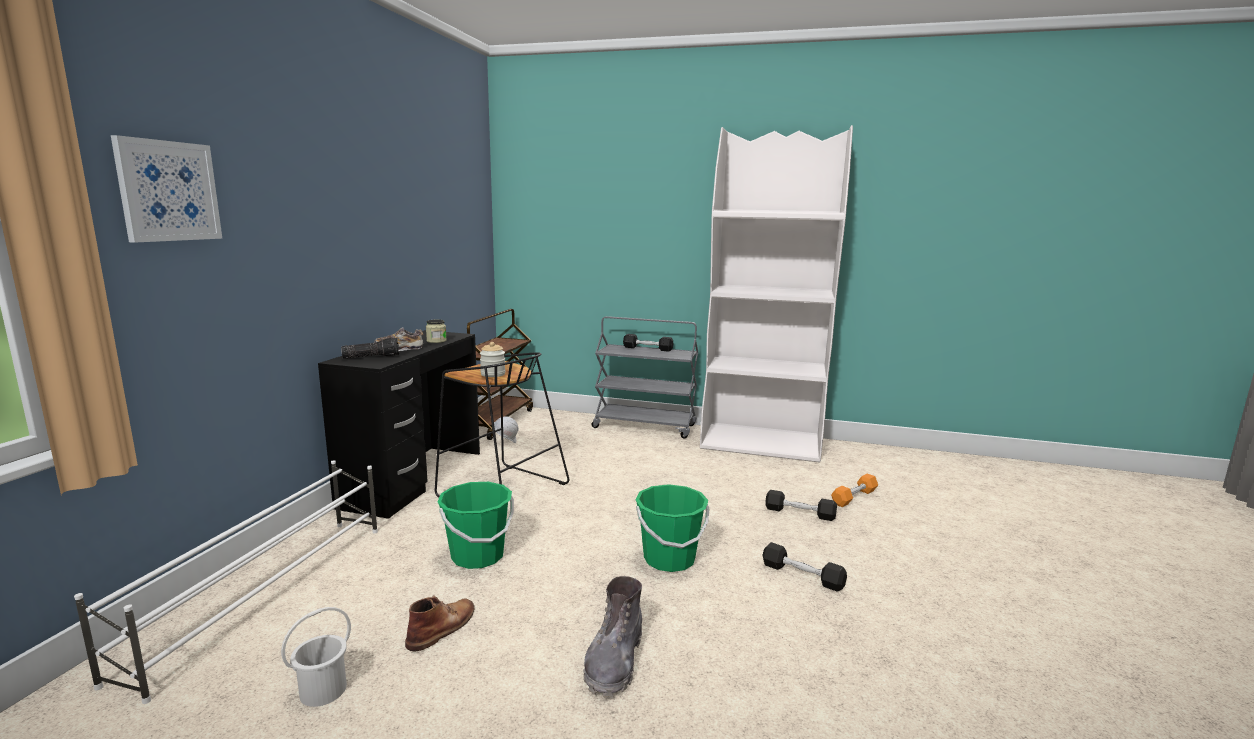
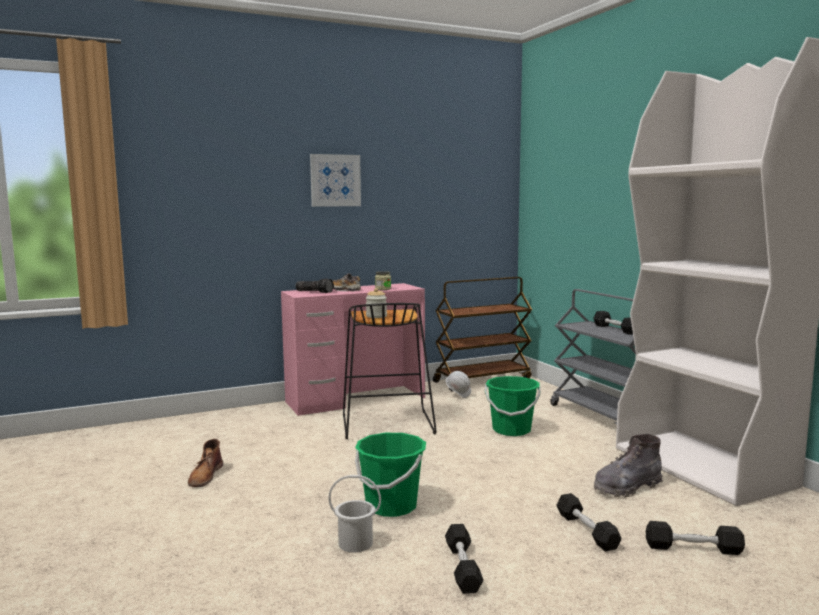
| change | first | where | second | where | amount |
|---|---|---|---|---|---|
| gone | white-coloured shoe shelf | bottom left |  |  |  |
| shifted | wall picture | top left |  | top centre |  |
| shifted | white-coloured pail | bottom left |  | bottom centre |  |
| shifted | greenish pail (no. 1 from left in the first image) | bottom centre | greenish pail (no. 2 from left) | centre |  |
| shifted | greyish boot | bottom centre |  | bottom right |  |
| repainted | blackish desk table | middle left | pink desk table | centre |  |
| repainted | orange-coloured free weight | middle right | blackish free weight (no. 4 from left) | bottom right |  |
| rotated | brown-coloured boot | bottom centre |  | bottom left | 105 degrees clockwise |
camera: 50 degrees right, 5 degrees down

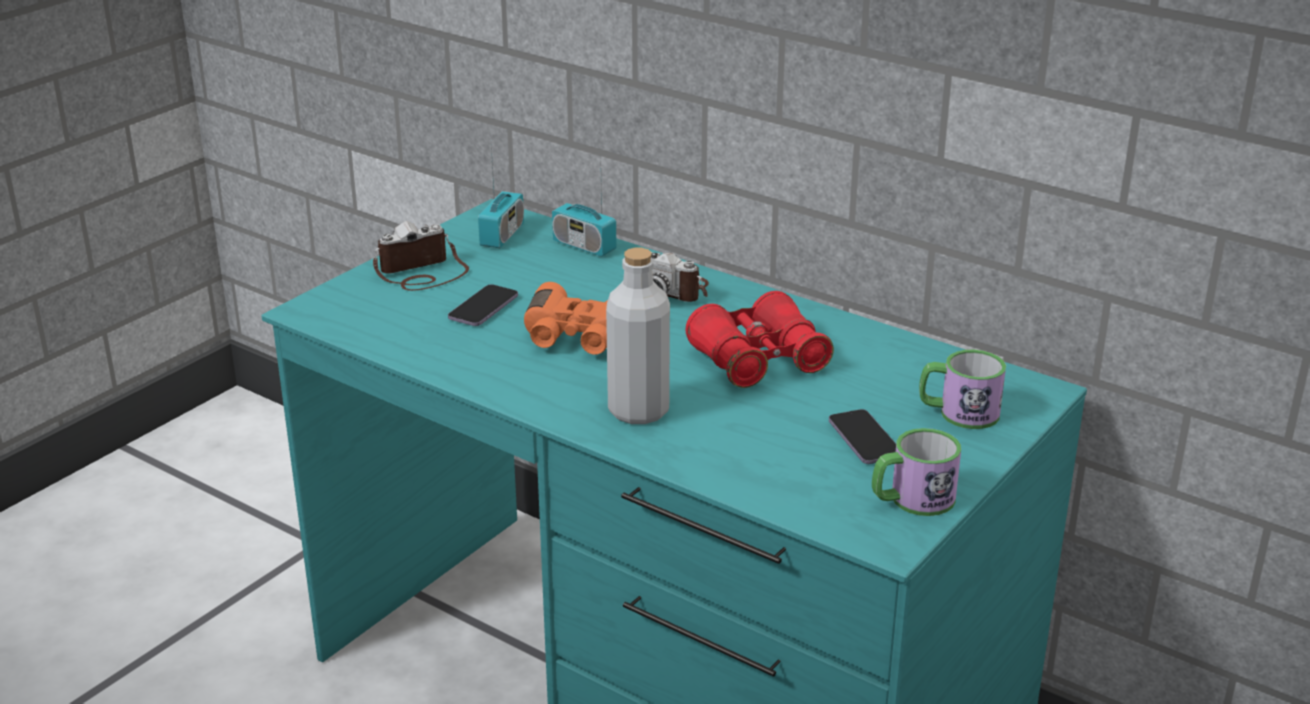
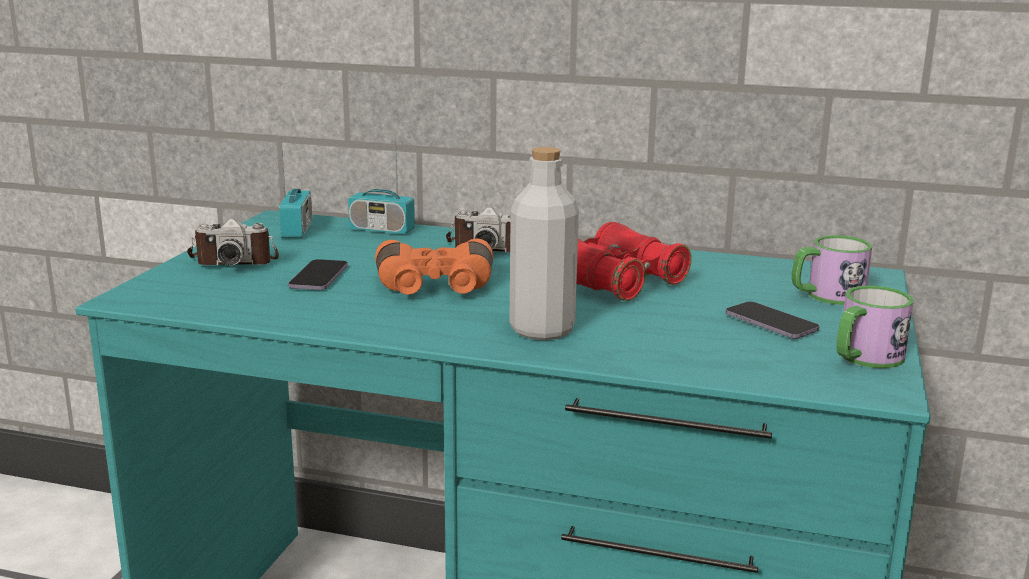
| change | first | where | second | where | amount |
|---|---|---|---|---|---|
| rotated | photo camera (no. 1 from left) | middle left |  | middle left | 135 degrees counterclockwise |
camera: 20 degrees left, 10 degrees down

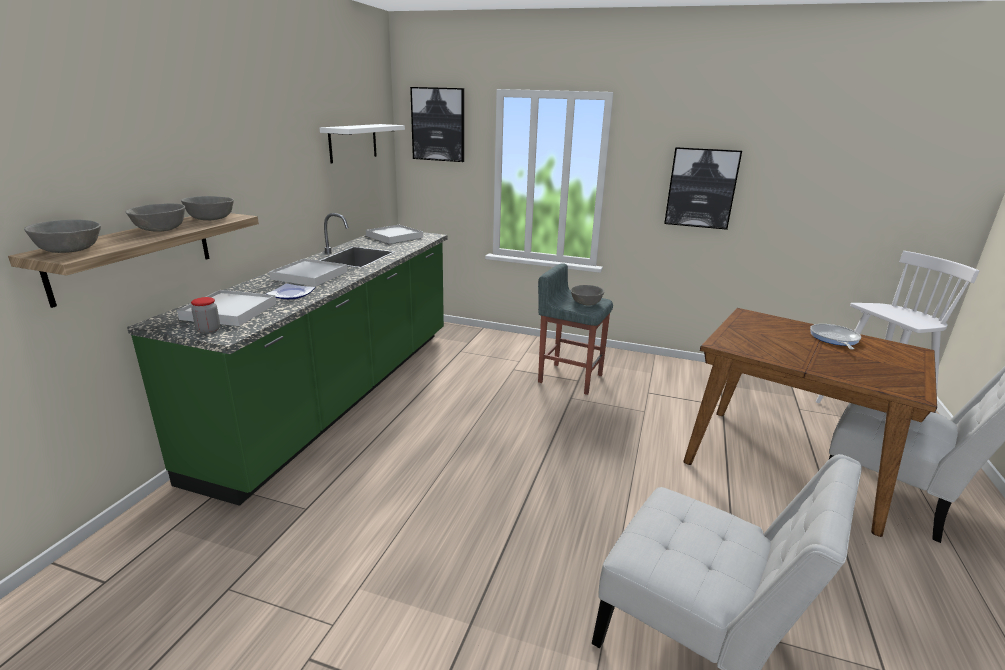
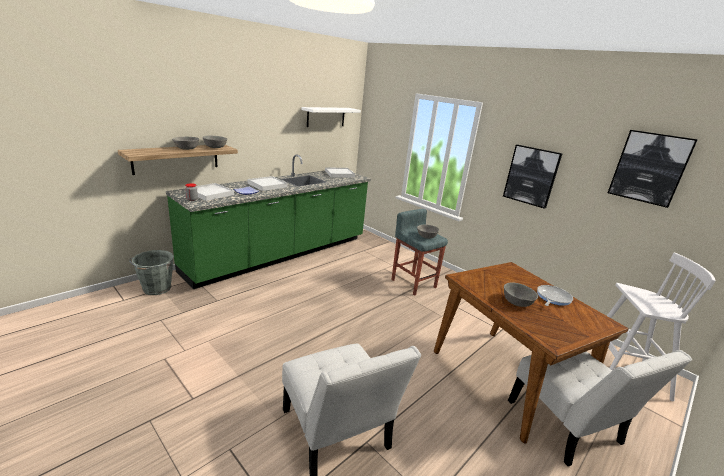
| change | first | where | second | where | amount |
|---|---|---|---|---|---|
| new |  |  | greyish pail | middle left |  |
| shifted | greyish bowl (no. 1 from left in the first image) | middle left | greyish bowl (no. 4 from left) | middle right |  |
| shifted | wall picture (no. 1 from left in the first image) | top centre | wall picture (no. 2 from left) | middle right |  |
camera: 25 degrees right, 0 degrees up

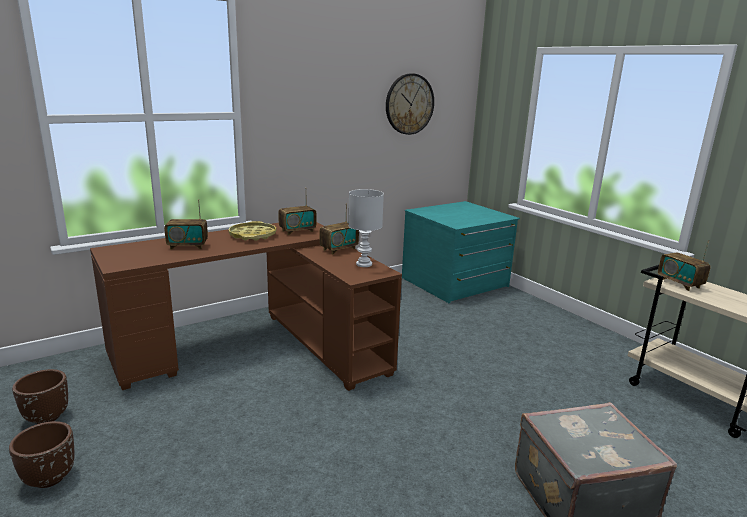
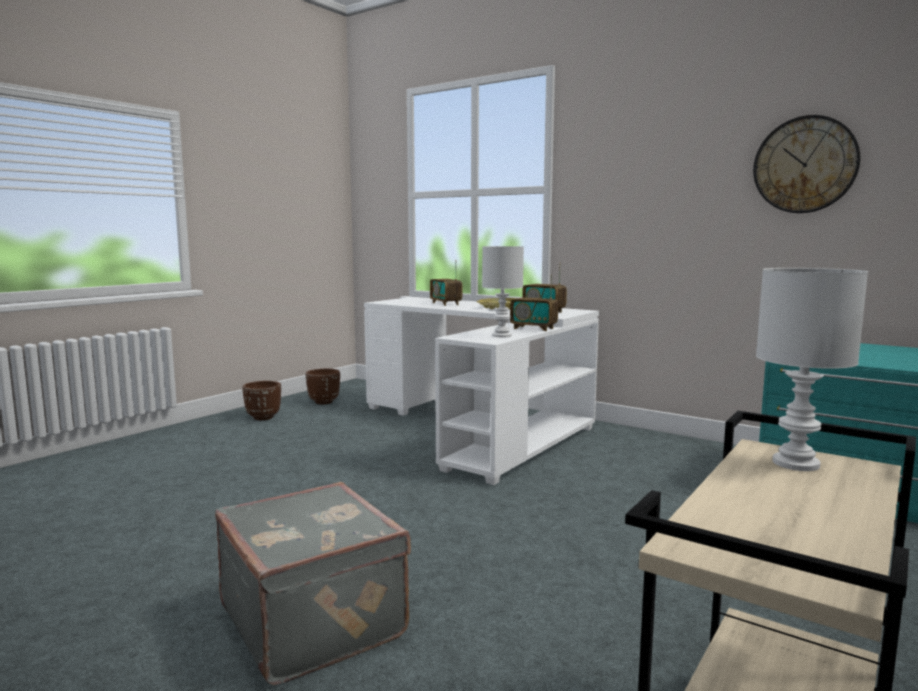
| change | first | where | second | where | amount |
|---|---|---|---|---|---|
| swapped | radio receiver (no. 4 from left) | middle right | white-coloured table lamp (no. 2 from left) | middle right |  |
| repainted | brown-coloured desk table | middle left | white-coloured desk table | centre |  |
camera: 70 degrees right, 10 degrees down

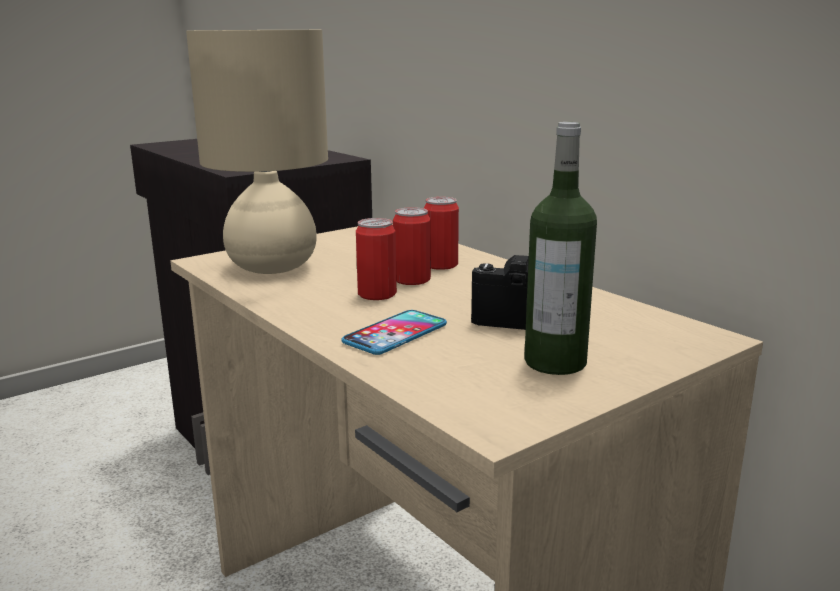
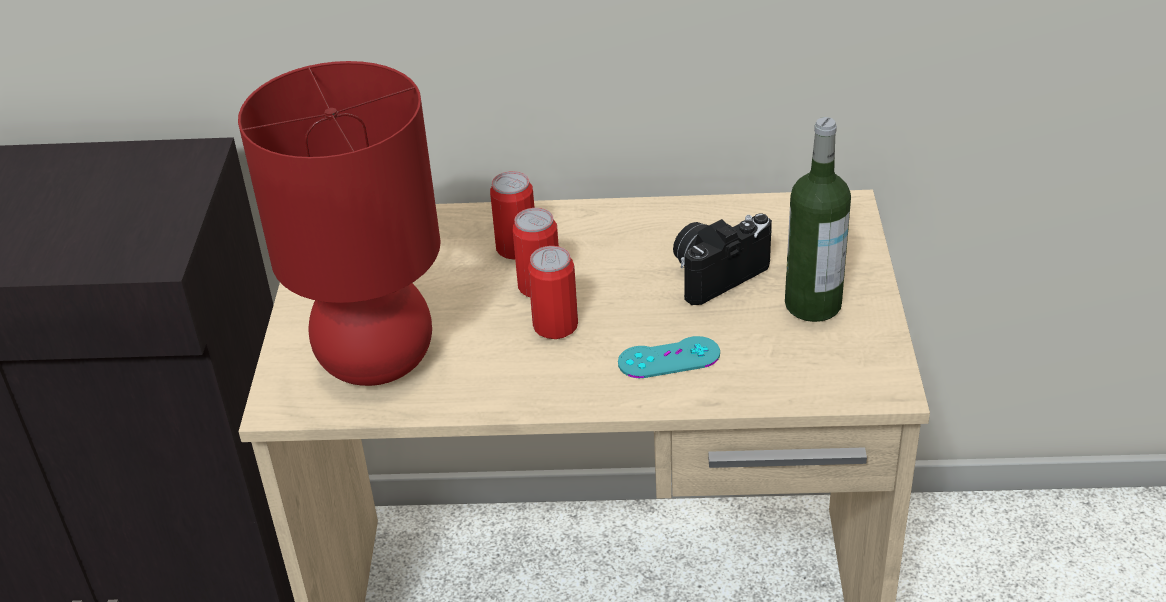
| change | first | where | second | where | amount |
|---|---|---|---|---|---|
| swapped | phone | centre | turquoise-coloured gamepad | centre |  |
| repainted | beige table lamp | top left | red-coloured table lamp | middle left |  |
camera: 50 degrees left, 20 degrees up

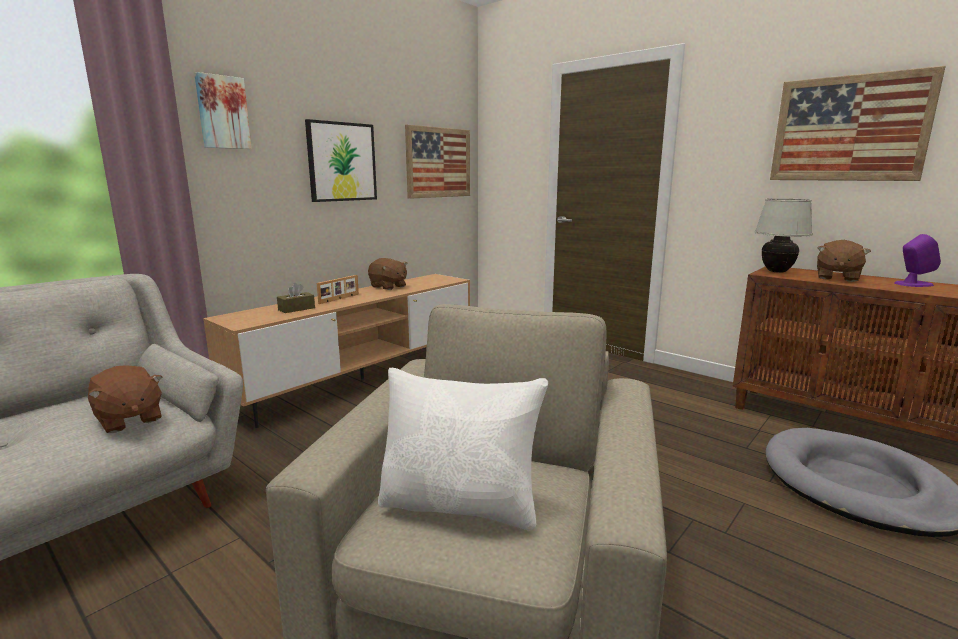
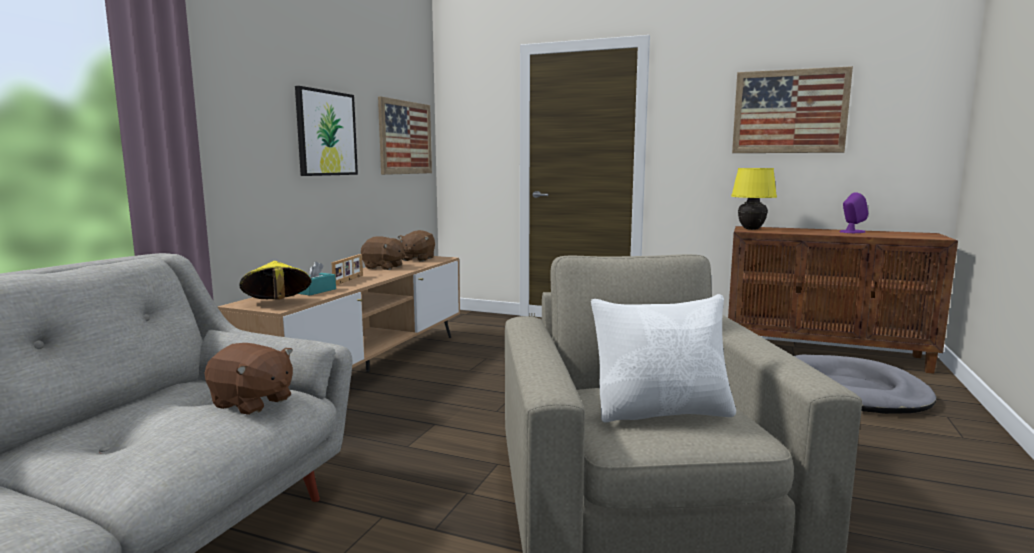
| change | first | where | second | where | amount |
|---|---|---|---|---|---|
| gone | wall picture (no. 1 from left) | top left |  |  |  |
| new |  |  | yellowish clothing hat | middle left |  |
| shifted | brown-coloured soft toy (no. 3 from left) | middle right |  | centre |  |
| repainted | brown-coloured box of tissues | middle left | turquoise-coloured box of tissues | middle left |  |
| repainted | white-coloured table lamp | middle right | yellowish table lamp | middle right |  |
camera: 20 degrees left, 5 degrees down

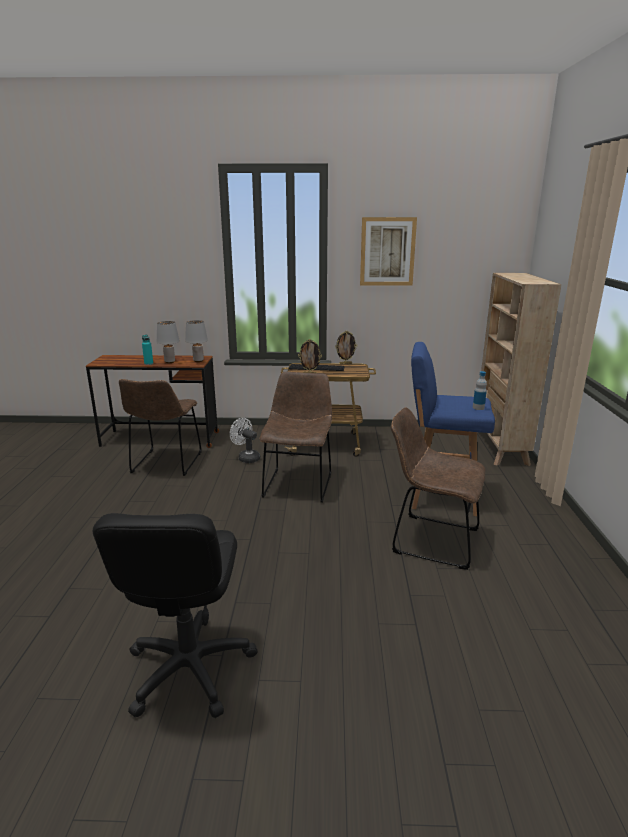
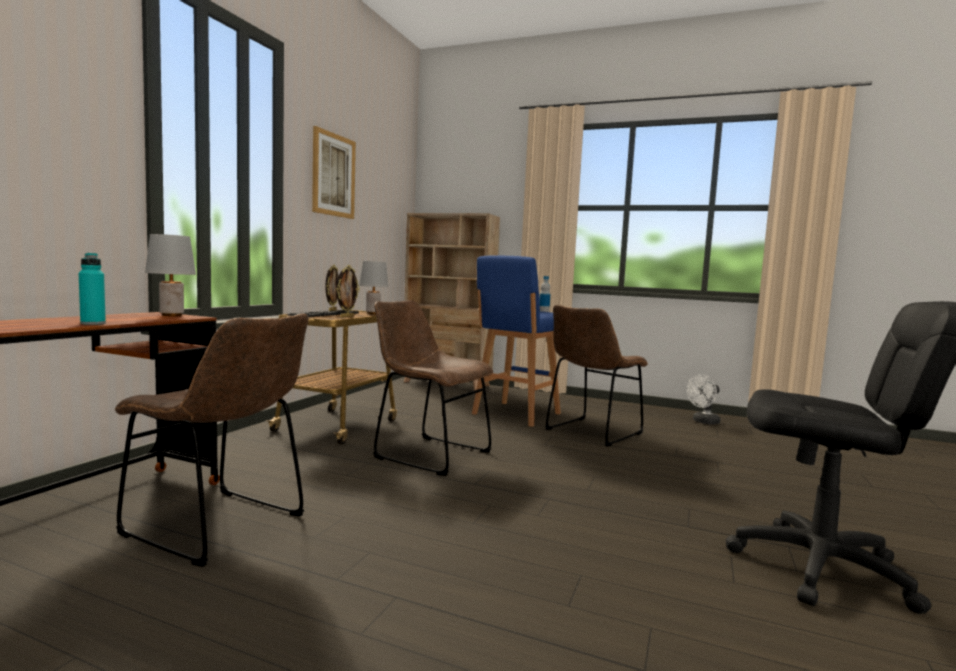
| change | first | where | second | where | amount |
|---|---|---|---|---|---|
| shifted | greyish table lamp (no. 1 from left in the first image) | middle left | greyish table lamp (no. 2 from left) | centre |  |
| shifted | white-coloured electric fan | centre |  | middle right |  |
camera: 70 degrees left, 15 degrees down

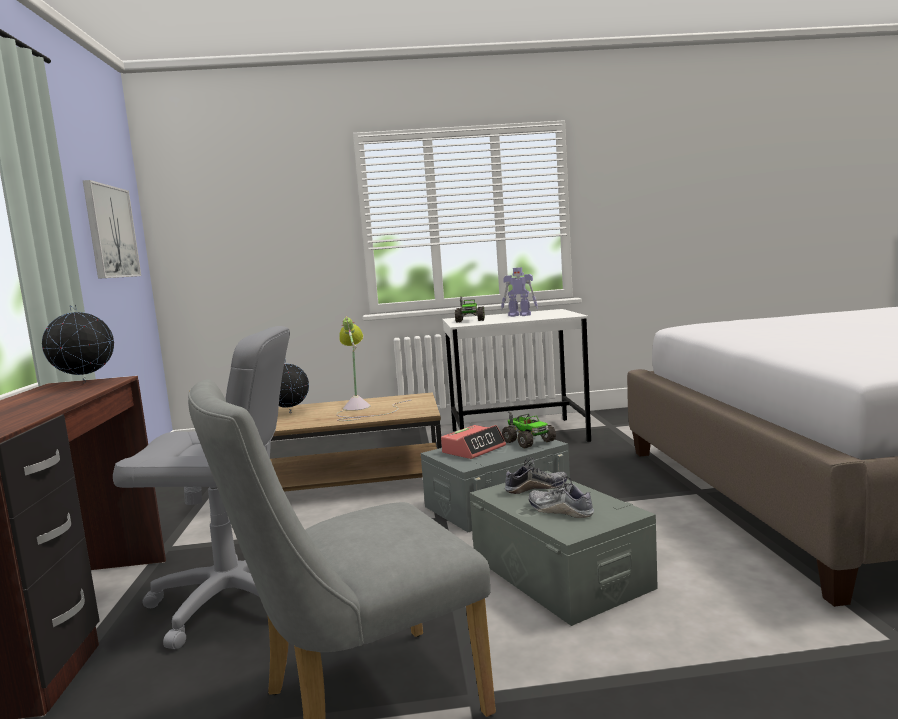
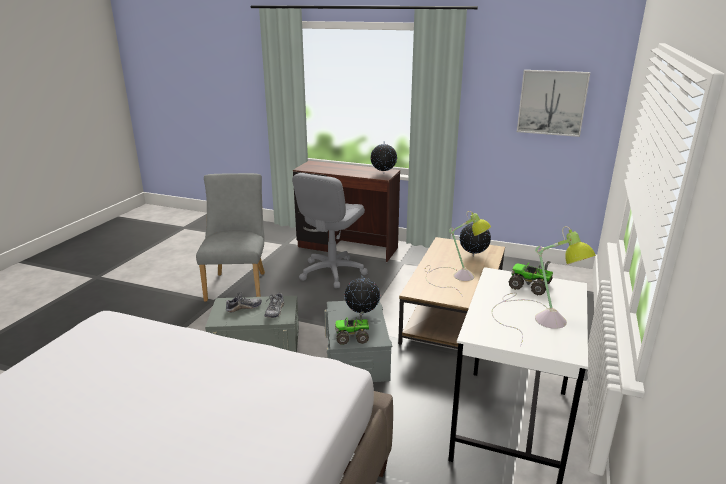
| change | first | where | second | where | amount |
|---|---|---|---|---|---|
| swapped | bedside clock | centre | desk globe (no. 1 from left) | centre |  |
| swapped | model robot | centre | table lamp (no. 2 from left) | middle right |  |
camera: 115 degrees right, 15 degrees up

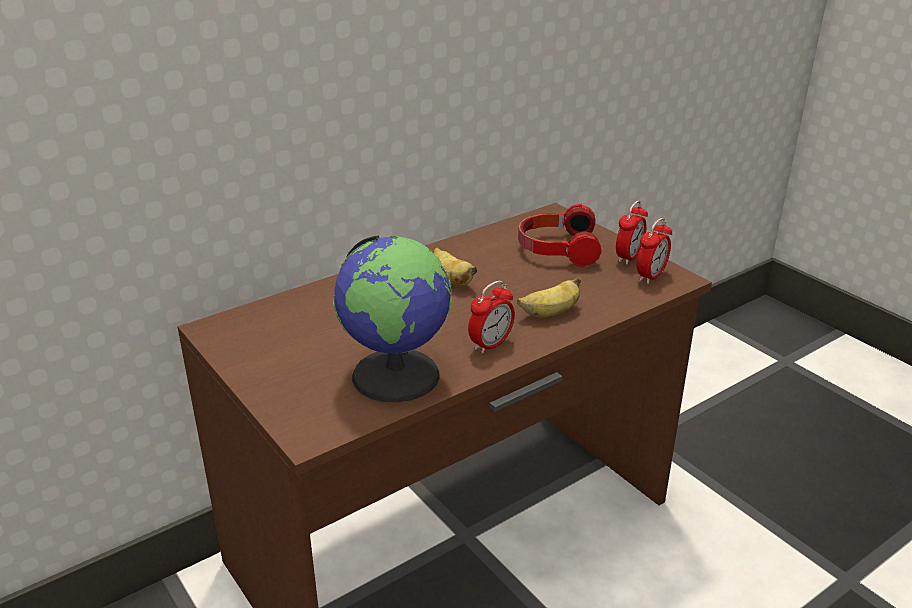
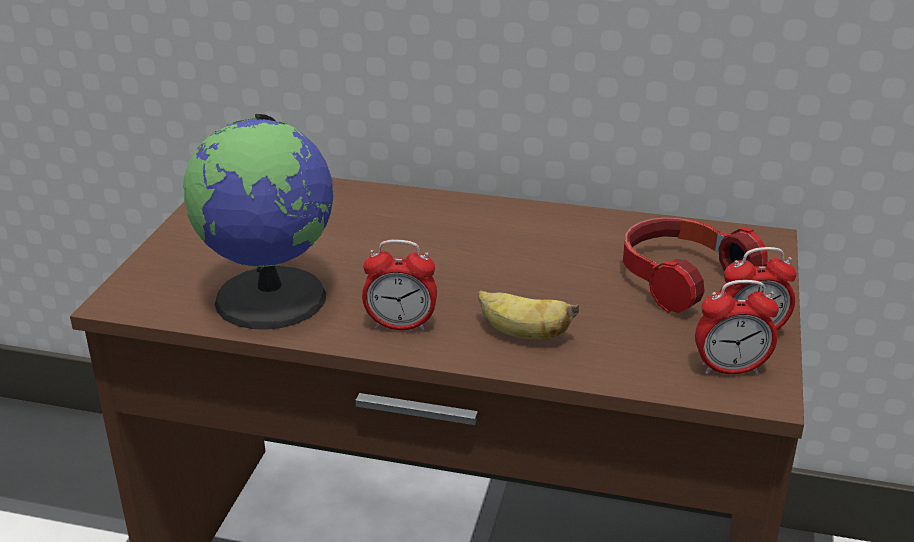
| change | first | where | second | where | amount |
|---|---|---|---|---|---|
| gone | banana fruit (no. 1 from left) | centre |  |  |  |
camera: 50 degrees right, 0 degrees up

